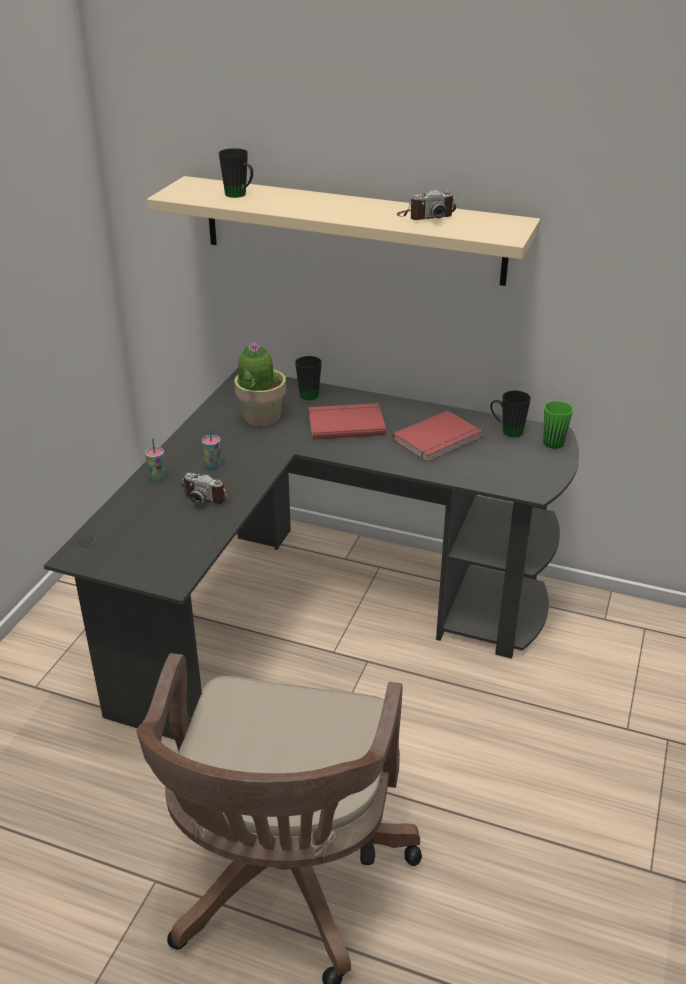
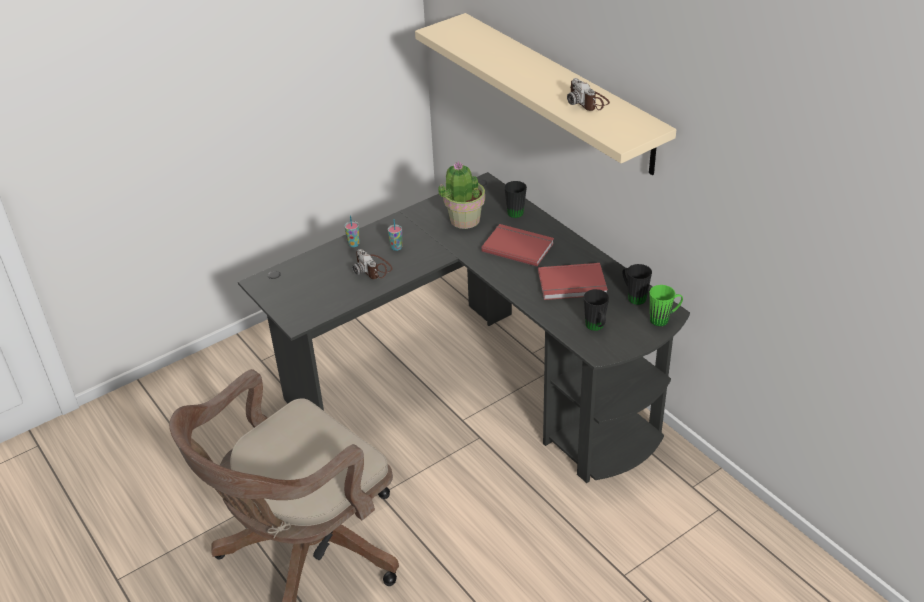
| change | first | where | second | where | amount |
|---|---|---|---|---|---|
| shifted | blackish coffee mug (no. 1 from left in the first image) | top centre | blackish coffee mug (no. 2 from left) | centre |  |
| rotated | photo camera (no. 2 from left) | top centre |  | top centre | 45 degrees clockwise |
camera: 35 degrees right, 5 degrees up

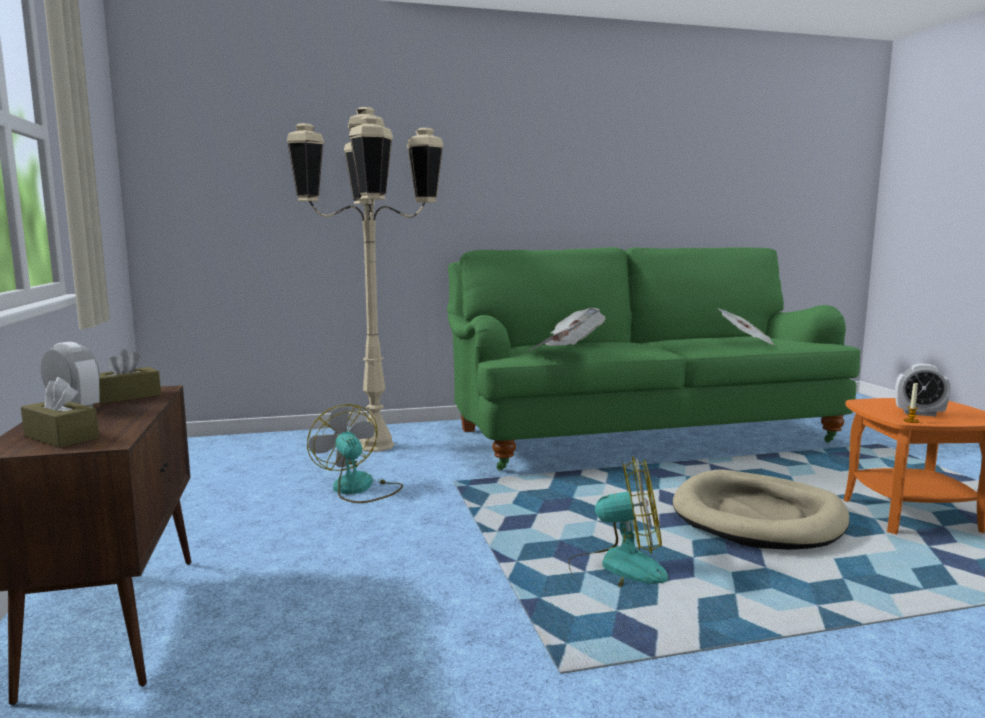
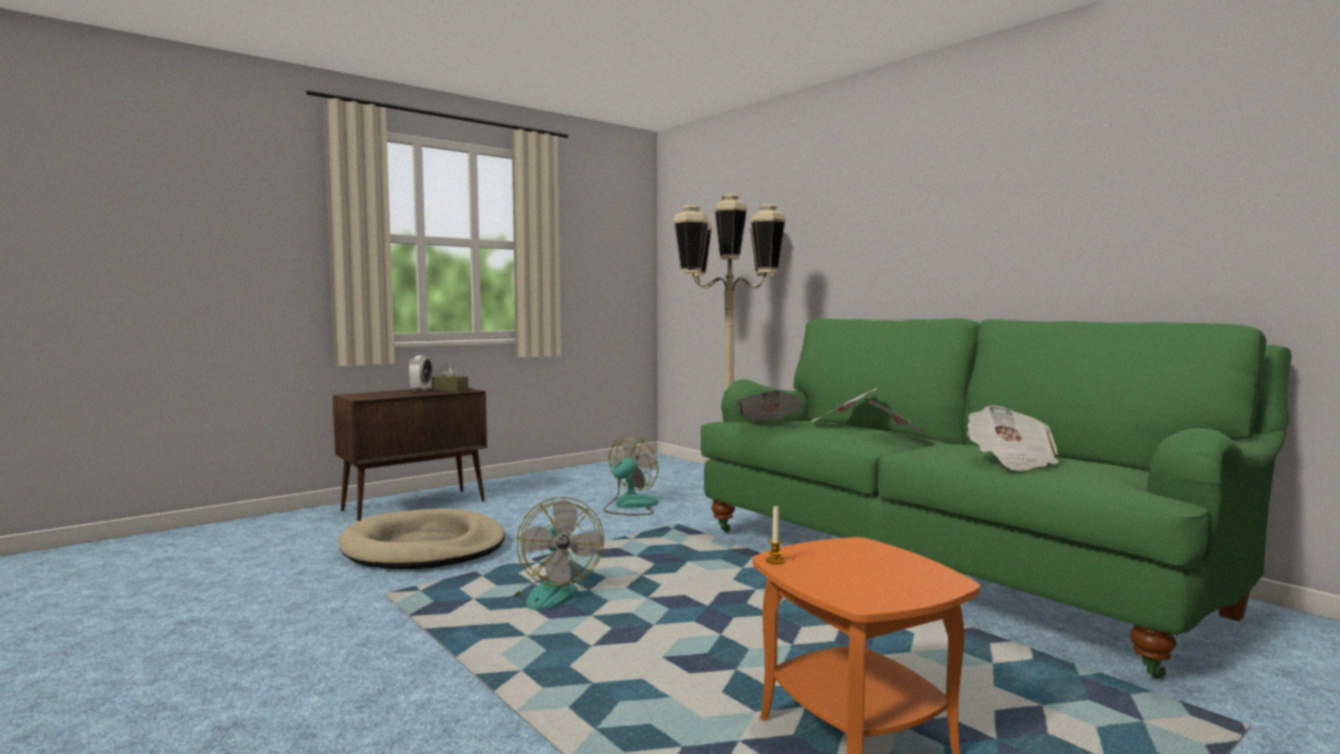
| change | first | where | second | where | amount |
|---|---|---|---|---|---|
| gone | brown-coloured box of tissues (no. 1 from left) | middle left |  |  |  |
| gone | bedside clock (no. 2 from left) | middle right |  |  |  |
| new |  |  | daily paper (no. 3 from left) | middle right |  |
| shifted | beige pet bed | bottom right |  | bottom left |  |
camera: 65 degrees right, 5 degrees down

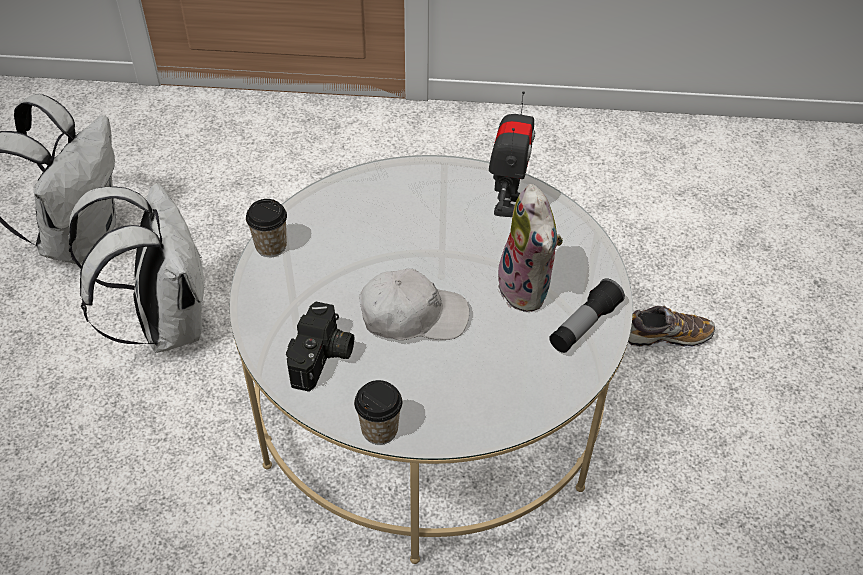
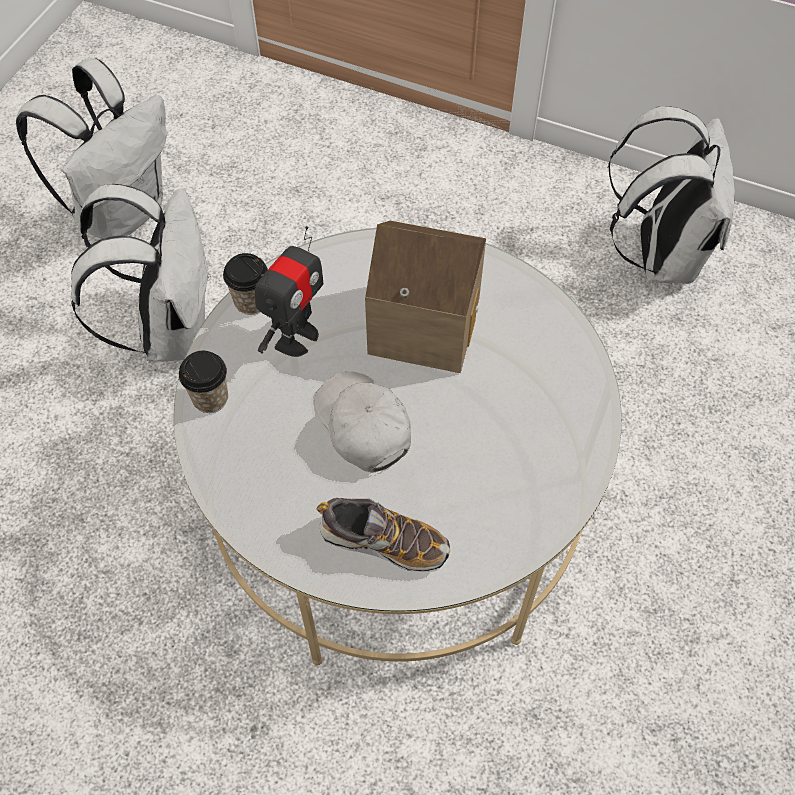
| change | first | where | second | where | amount |
|---|---|---|---|---|---|
| gone | photo camera | centre |  |  |  |
| gone | soft toy | centre |  |  |  |
| gone | flashlight | middle right |  |  |  |
| new |  |  | model house | centre |  |
| new |  |  | white-coloured backpack (no. 3 from left) | top right |  |
| shifted | cup (no. 2 from left in the first image) | bottom centre | cup (no. 1 from left) | middle left |  |
| shifted | model robot | top centre |  | centre |  |
| shifted | low shoe | middle right |  | bottom centre |  |
| rotated | white-coloured cap | centre |  | centre | 135 degrees counterclockwise |
camera: 20 degrees right, 10 degrees up

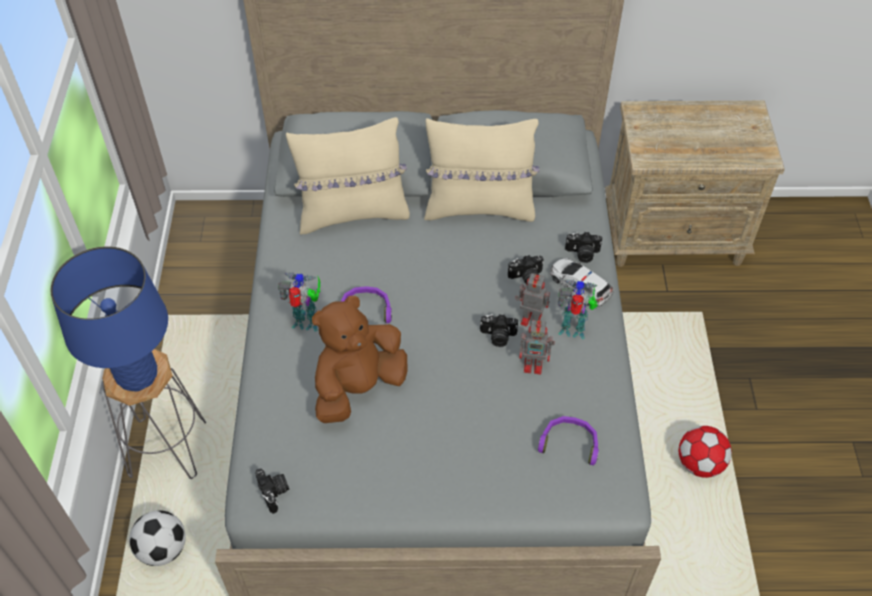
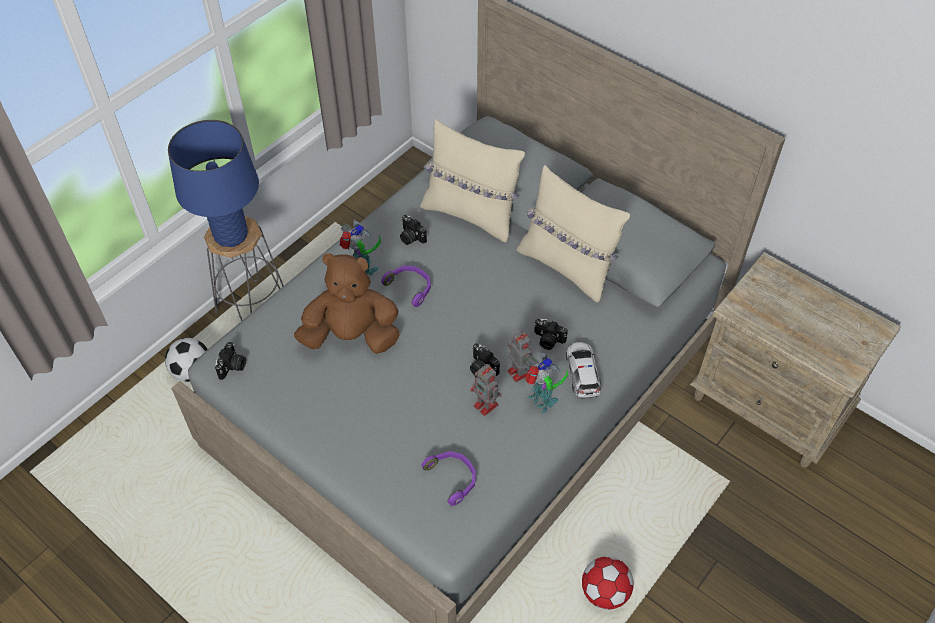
| change | first | where | second | where | amount |
|---|---|---|---|---|---|
| shifted | photo camera (no. 4 from left in the first image) | middle right | photo camera (no. 2 from left) | centre |  |
camera: 40 degrees right, 0 degrees up

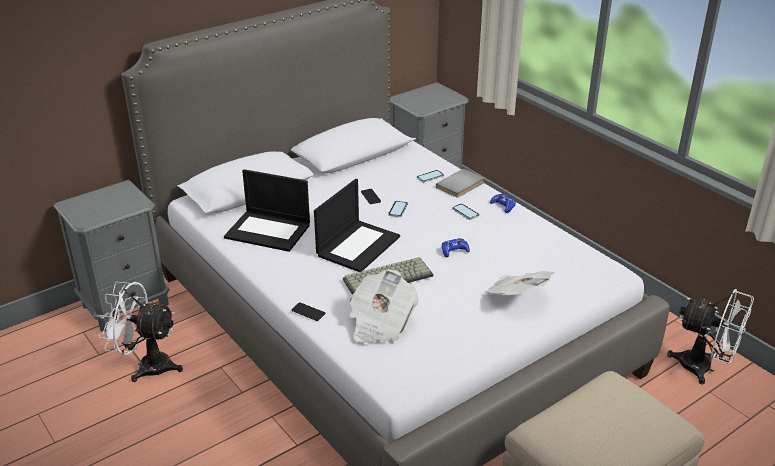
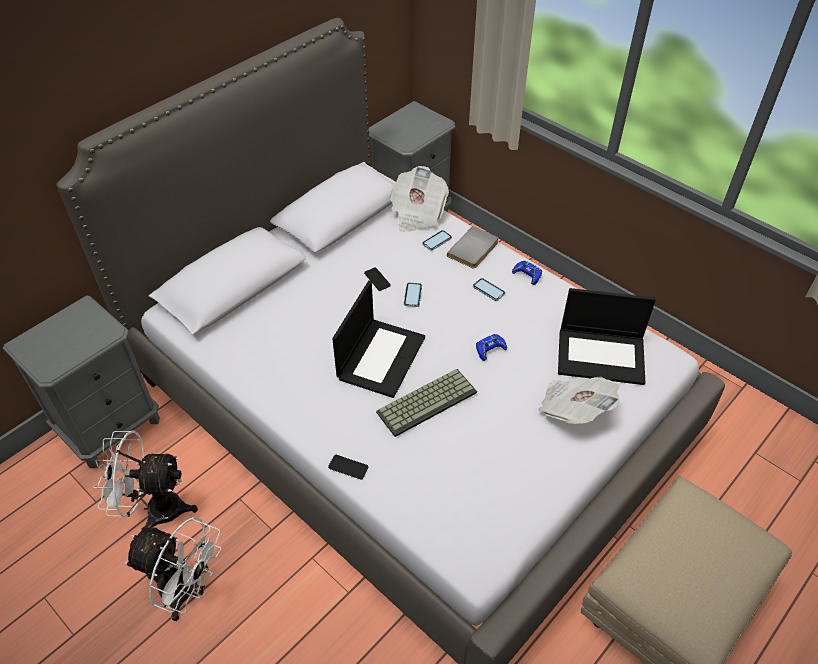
| change | first | where | second | where | amount |
|---|---|---|---|---|---|
| shifted | notebook computer (no. 1 from left in the first image) | centre | notebook computer (no. 2 from left) | middle right |  |
| shifted | daily paper (no. 1 from left) | centre |  | top centre |  |
| shifted | white-coloured electric fan (no. 2 from left) | bottom right |  | bottom left |  |
camera: 10 degrees left, 15 degrees up

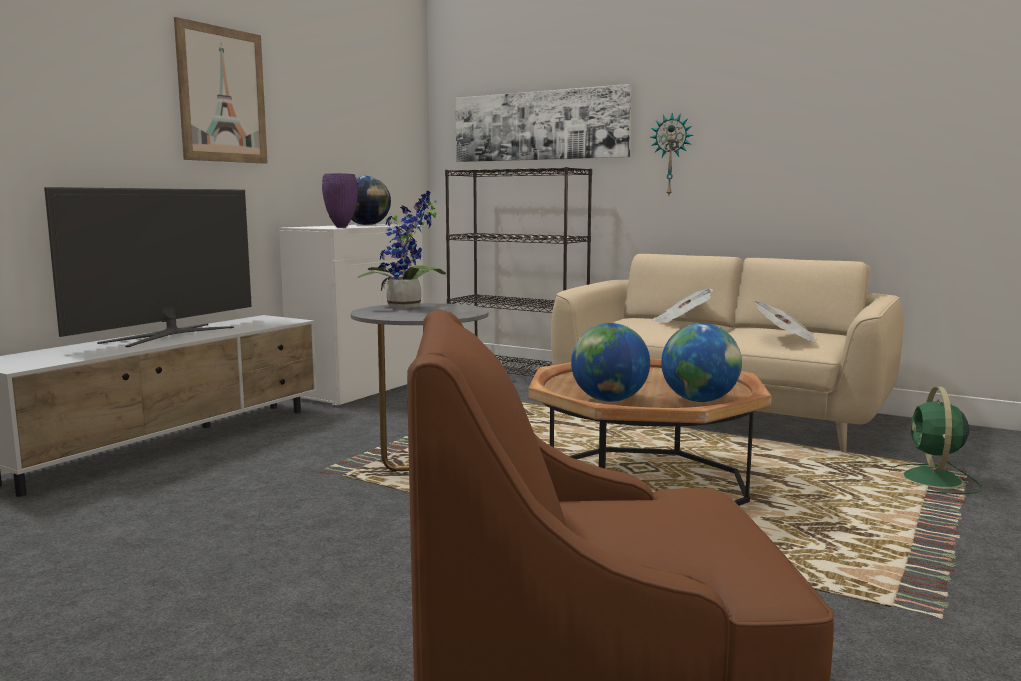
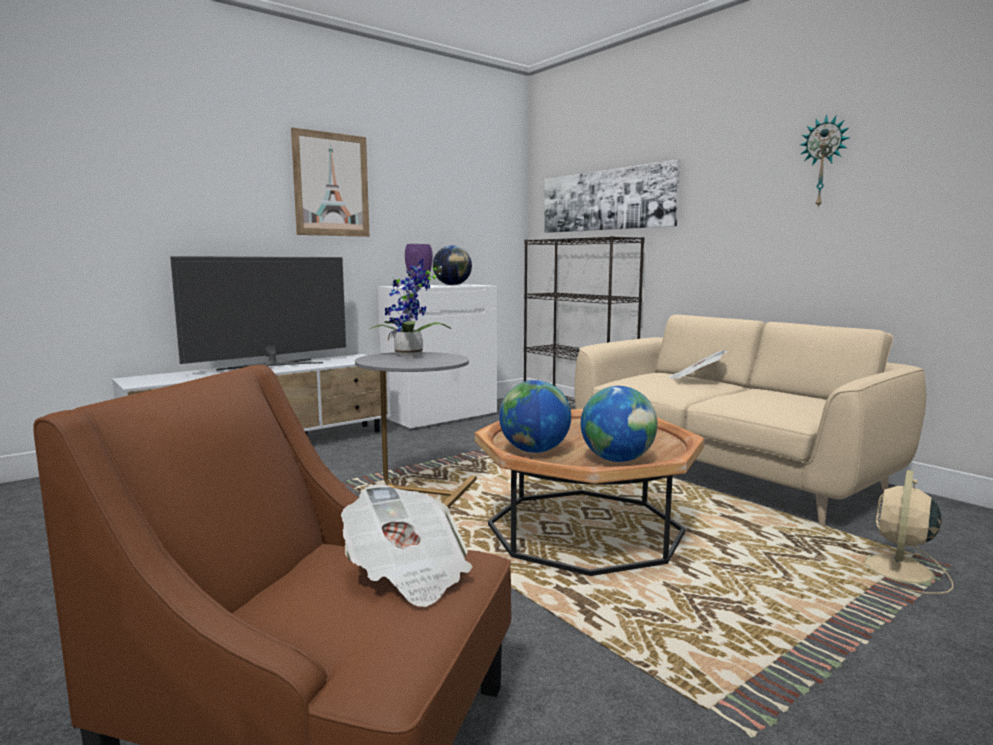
| change | first | where | second | where | amount |
|---|---|---|---|---|---|
| shifted | clock on the wall | top centre |  | top right |  |
| shifted | daily paper (no. 2 from left in the first image) | middle right | daily paper (no. 1 from left) | bottom centre |  |
| repainted | greenish electric fan | middle right | beige electric fan | bottom right |  |
camera: 20 degrees right, 0 degrees up

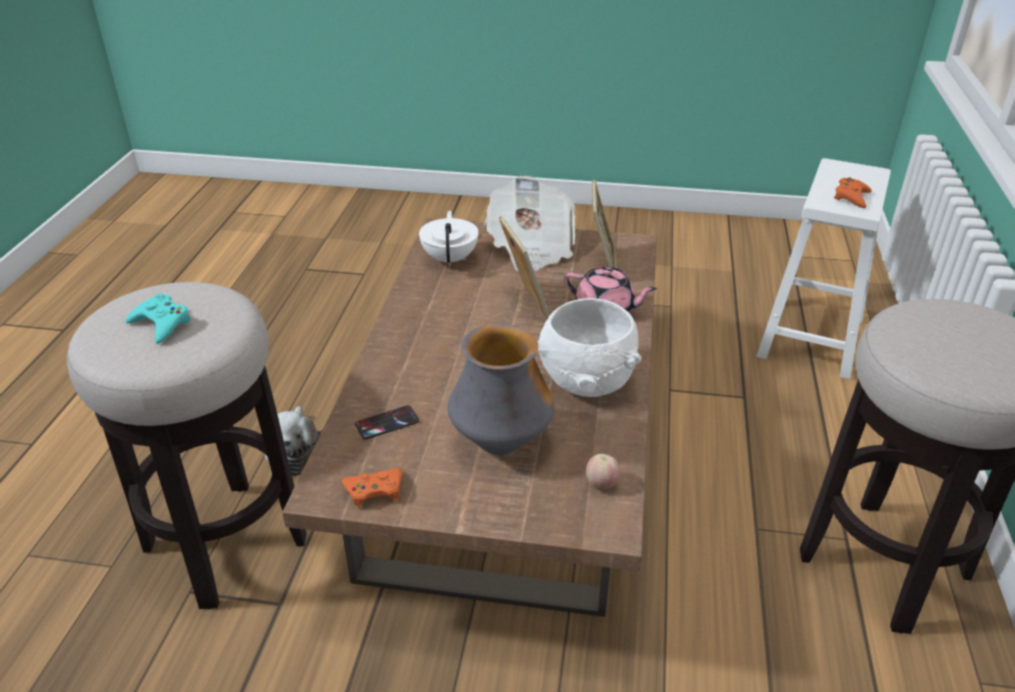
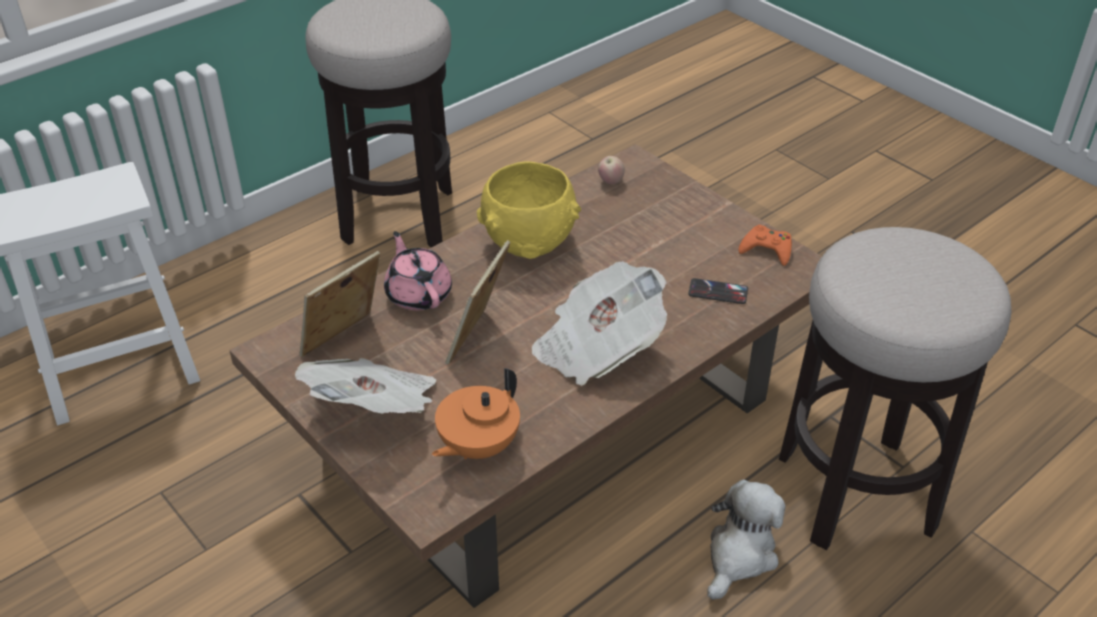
| change | first | where | second | where | amount |
|---|---|---|---|---|---|
| gone | turquoise-coloured gamepad | middle left |  |  |  |
| gone | vase | centre |  |  |  |
| gone | orange-coloured gamepad (no. 2 from left) | top right |  |  |  |
| new |  |  | daily paper (no. 2 from left) | centre |  |
| repainted | white-coloured teapot | centre | orange-coloured teapot | bottom centre |  |
| repainted | white-coloured bowl | centre | yellowish bowl | centre |  |
camera: 140 degrees left, 5 degrees up

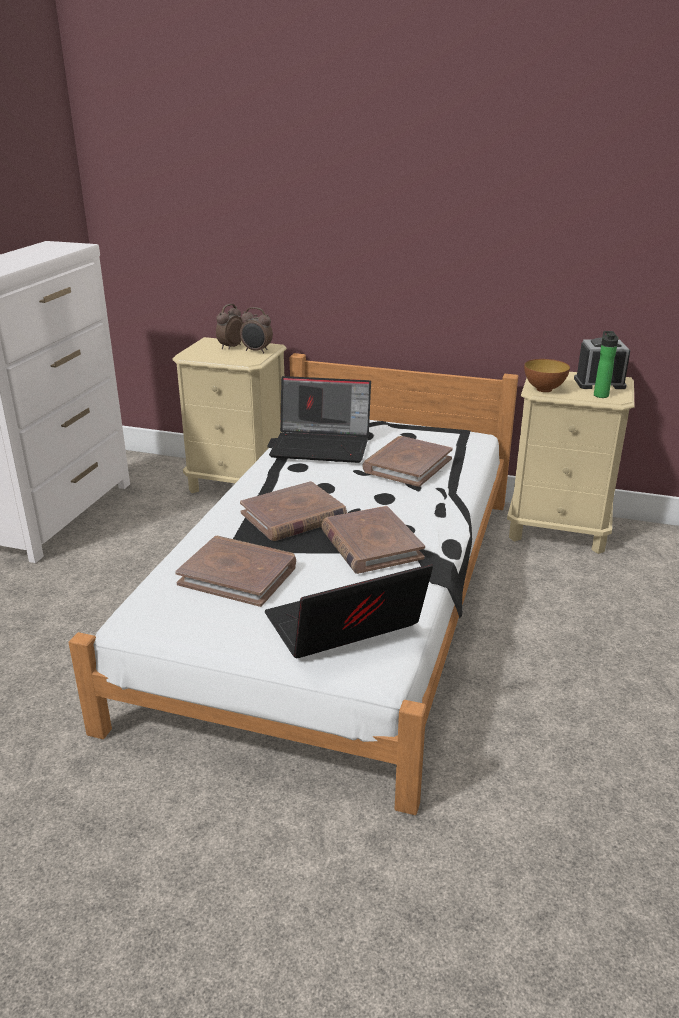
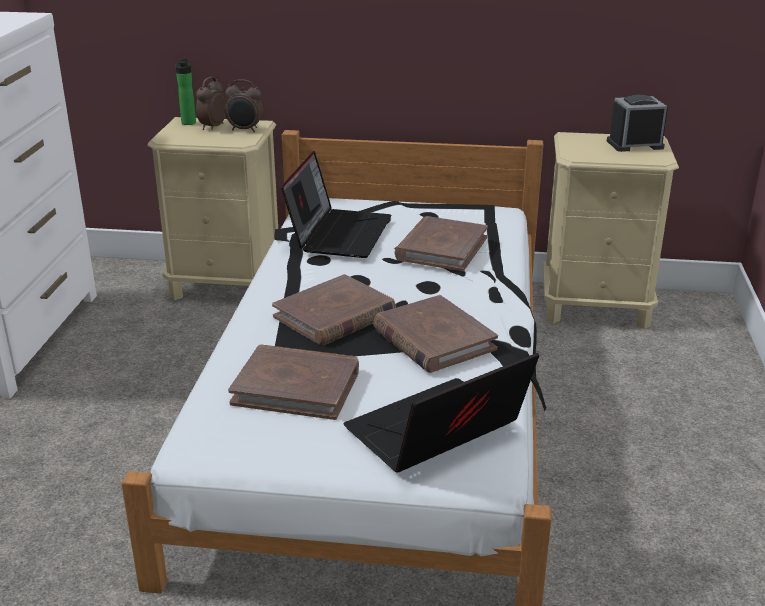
| change | first | where | second | where | amount |
|---|---|---|---|---|---|
| gone | bowl | middle right |  |  |  |
| shifted | bottle | middle right |  | top left |  |
| rotated | notebook computer (no. 1 from left) | centre |  | centre | 75 degrees counterclockwise |
camera: 10 degrees left, 0 degrees up

